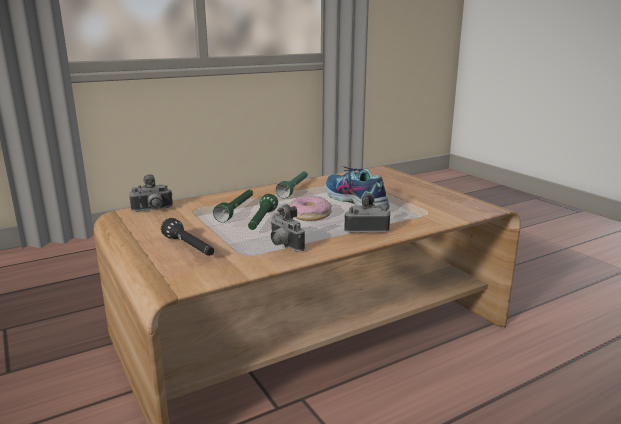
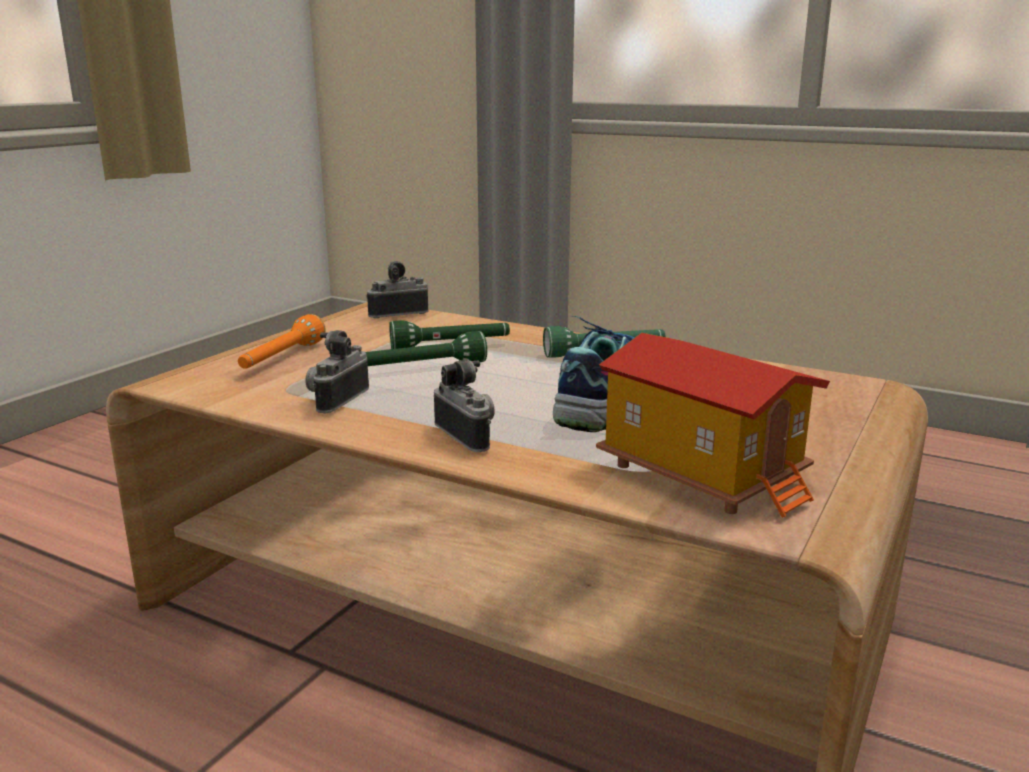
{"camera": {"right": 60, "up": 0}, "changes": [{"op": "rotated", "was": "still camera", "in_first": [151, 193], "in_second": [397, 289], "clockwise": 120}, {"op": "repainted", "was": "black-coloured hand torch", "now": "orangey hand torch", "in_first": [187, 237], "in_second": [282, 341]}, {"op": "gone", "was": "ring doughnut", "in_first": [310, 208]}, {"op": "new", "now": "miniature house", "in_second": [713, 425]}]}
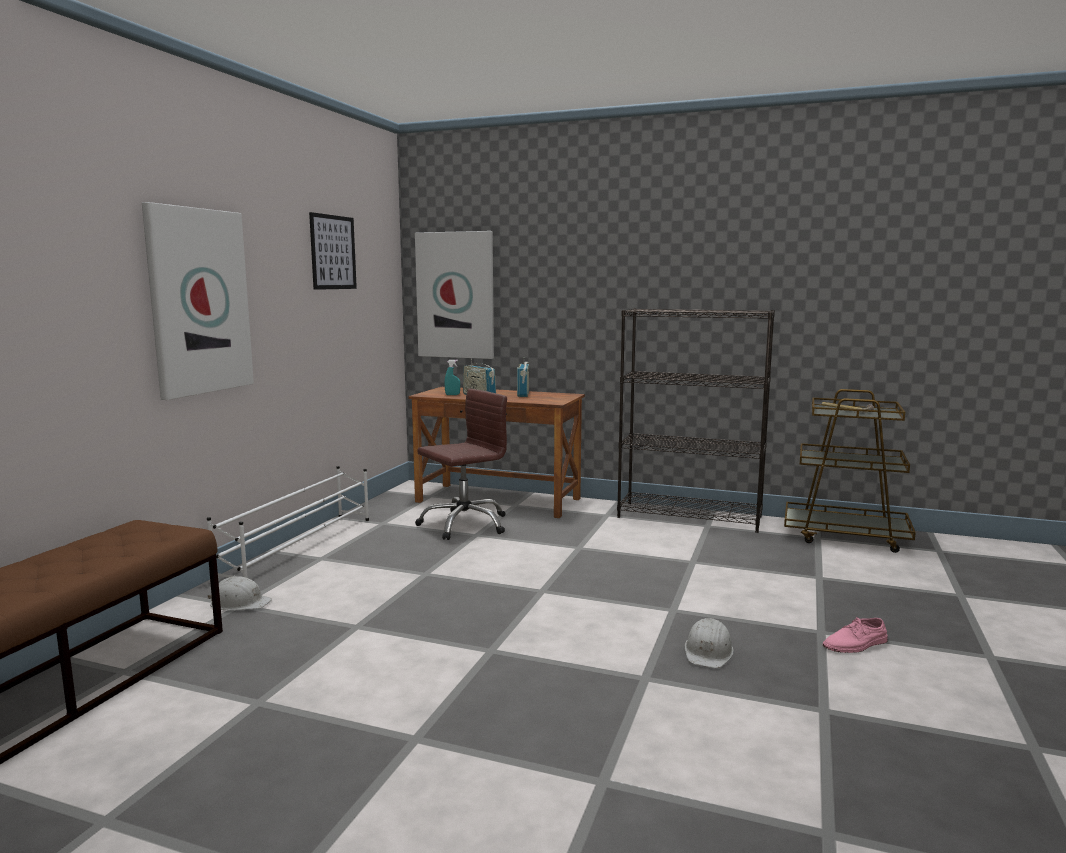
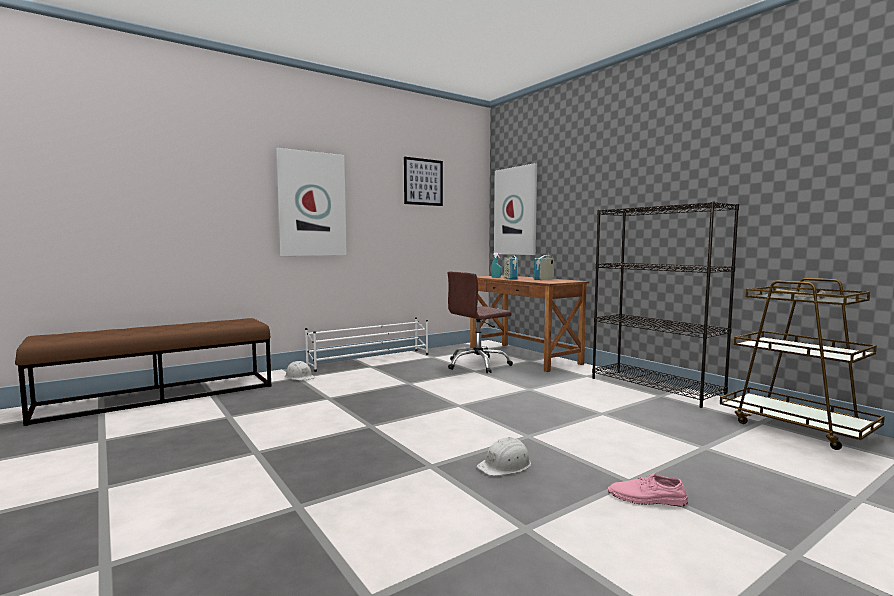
{"camera": {"right": 35, "up": -5}, "changes": [{"op": "rotated", "was": "brown-coloured computer chair", "in_first": [461, 464], "in_second": [480, 322], "clockwise": 150}]}
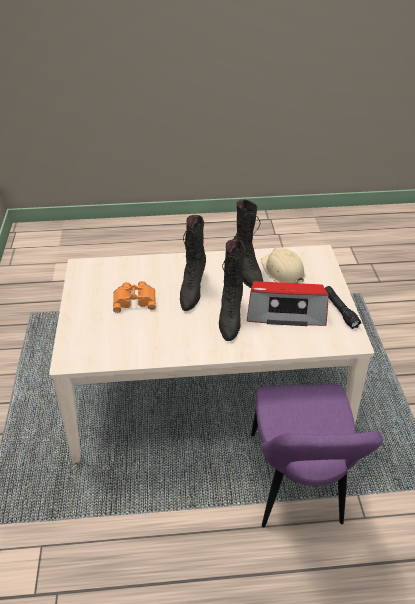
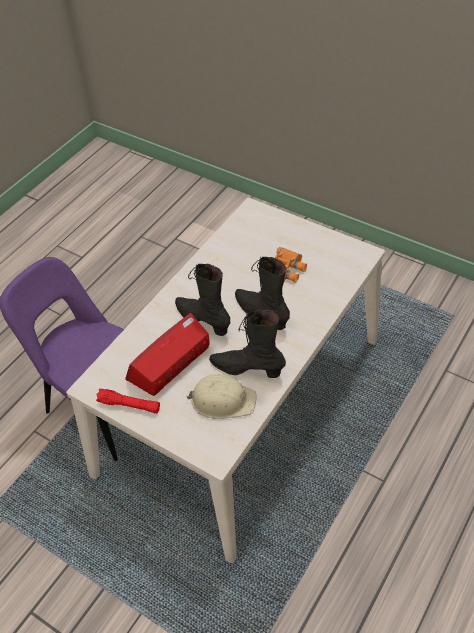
{"camera": {"right": 130, "up": 5}, "changes": [{"op": "repainted", "was": "black-coloured hand torch", "now": "red-coloured hand torch", "in_first": [343, 307], "in_second": [128, 401]}]}
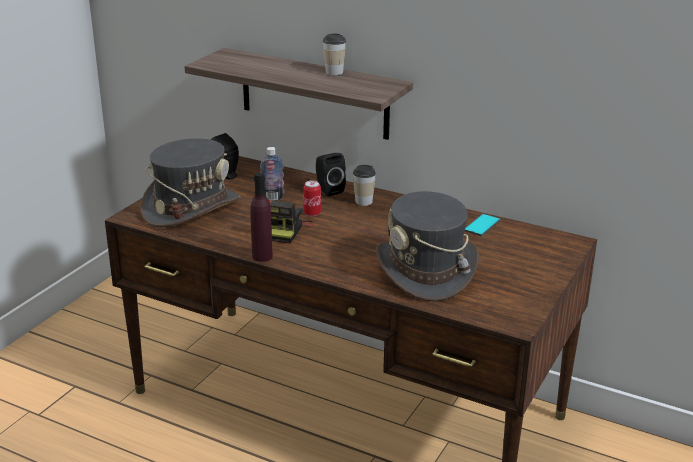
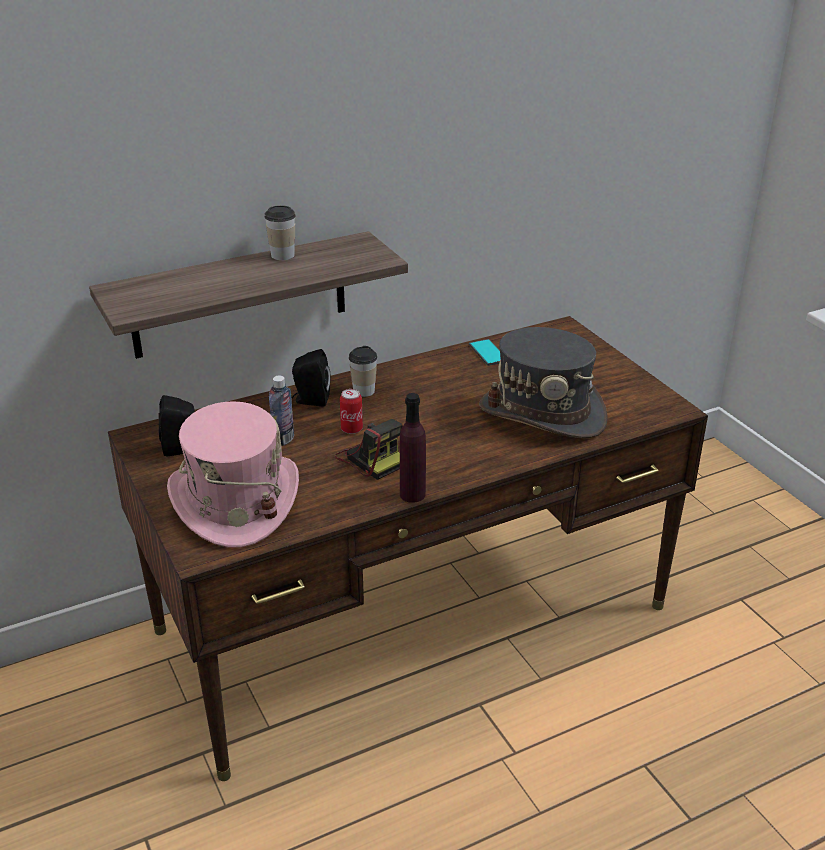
{"camera": {"right": -55, "up": 5}, "changes": [{"op": "repainted", "was": "greyish wearable hat", "now": "pink-coloured wearable hat", "in_first": [190, 182], "in_second": [233, 474]}]}
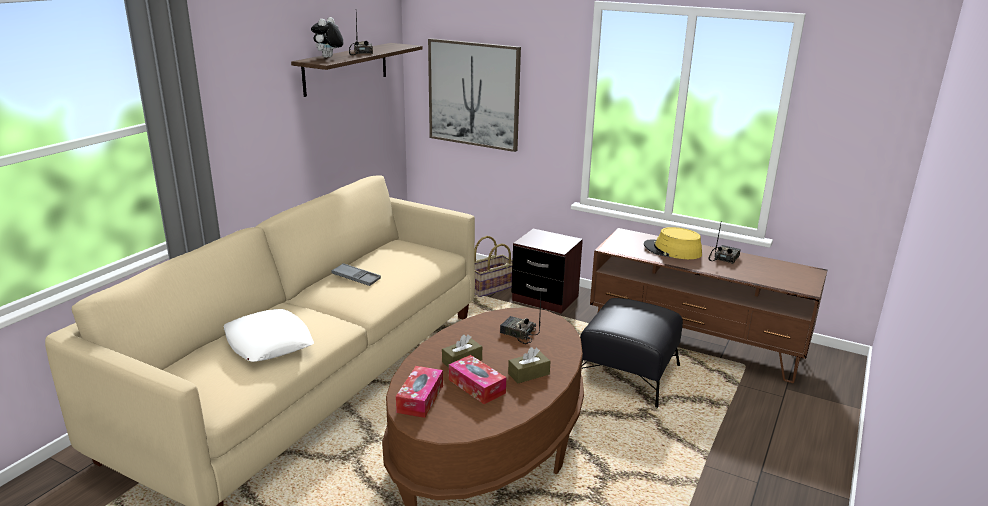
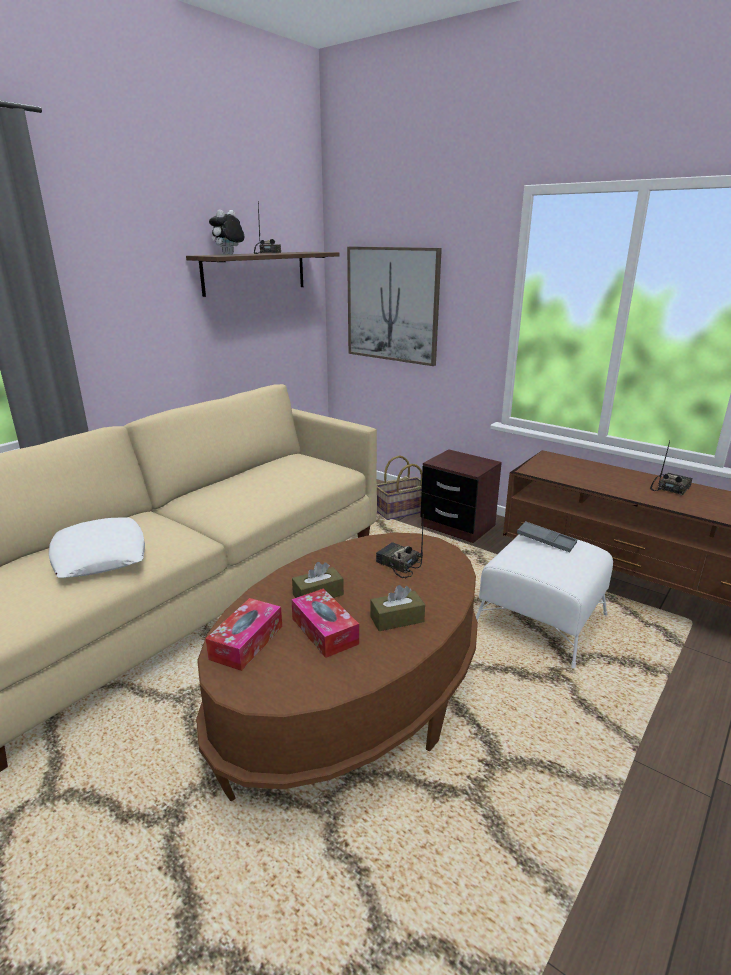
{"camera": {"right": 10, "up": 0}, "changes": [{"op": "shifted", "was": "greyish tray", "in_first": [356, 274], "in_second": [547, 536]}, {"op": "repainted", "was": "black-coloured ottoman", "now": "white ottoman", "in_first": [631, 353], "in_second": [544, 601]}, {"op": "gone", "was": "yellow wearable hat", "in_first": [673, 243]}]}
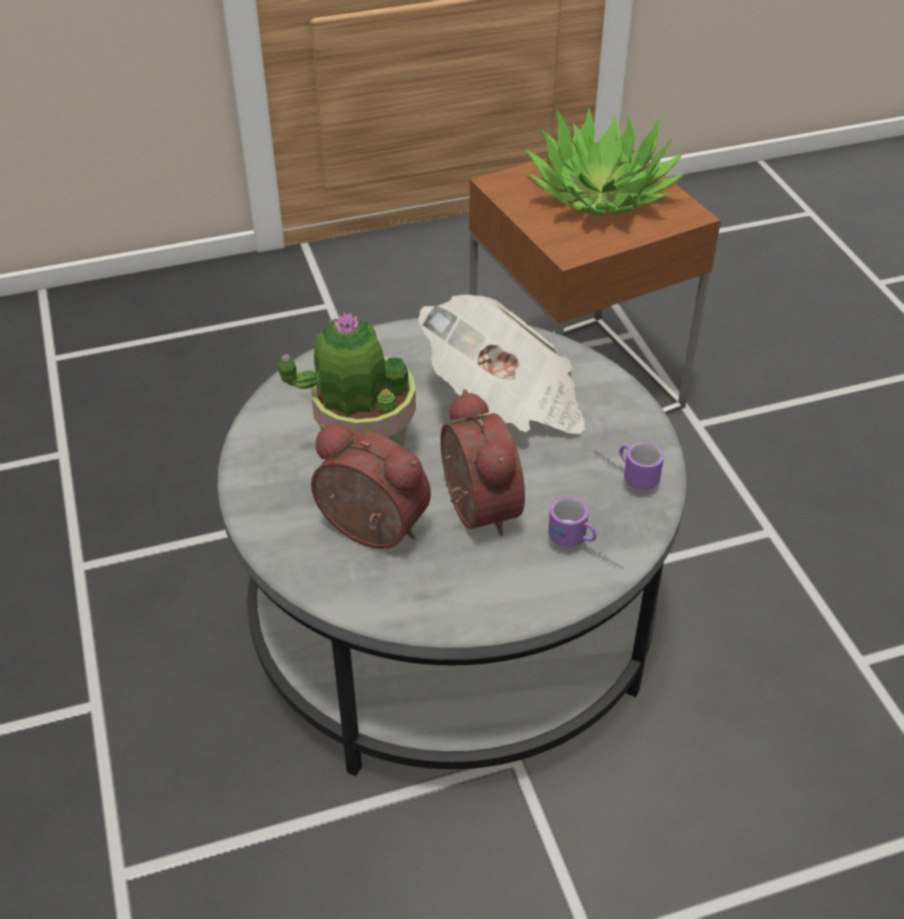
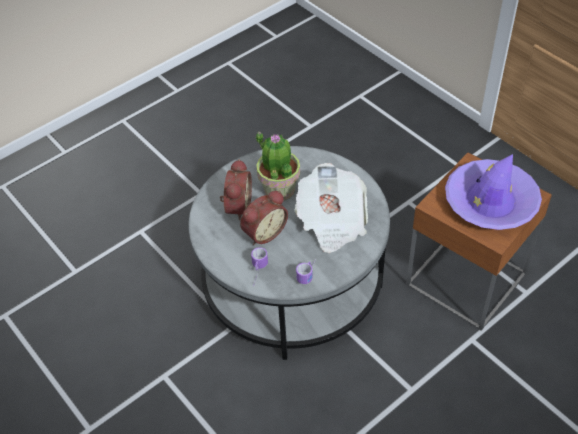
{"camera": {"right": 70, "up": 5}, "changes": [{"op": "swapped", "was": "potted plant", "now": "purplish wearable hat", "in_first": [605, 162], "in_second": [493, 192]}]}
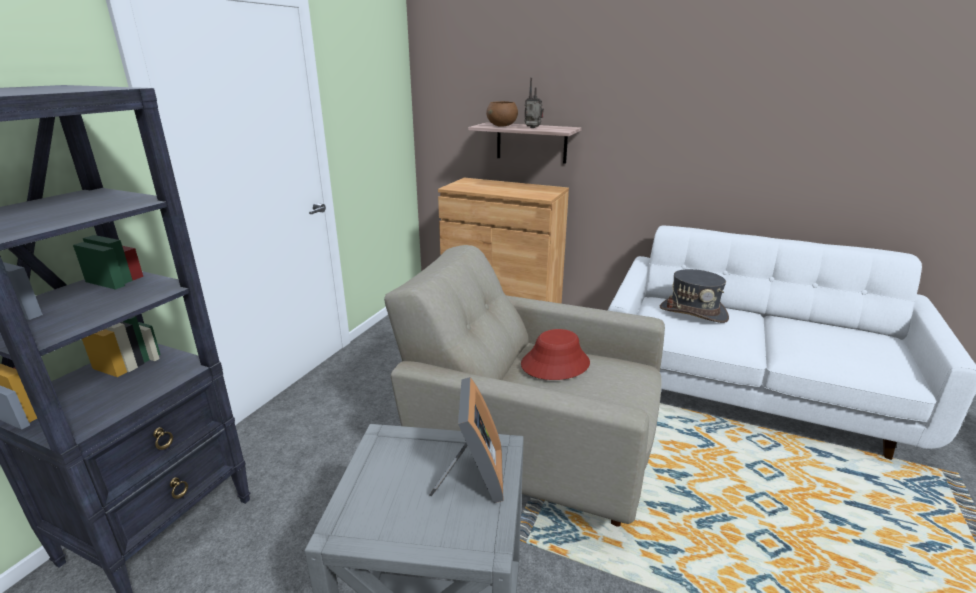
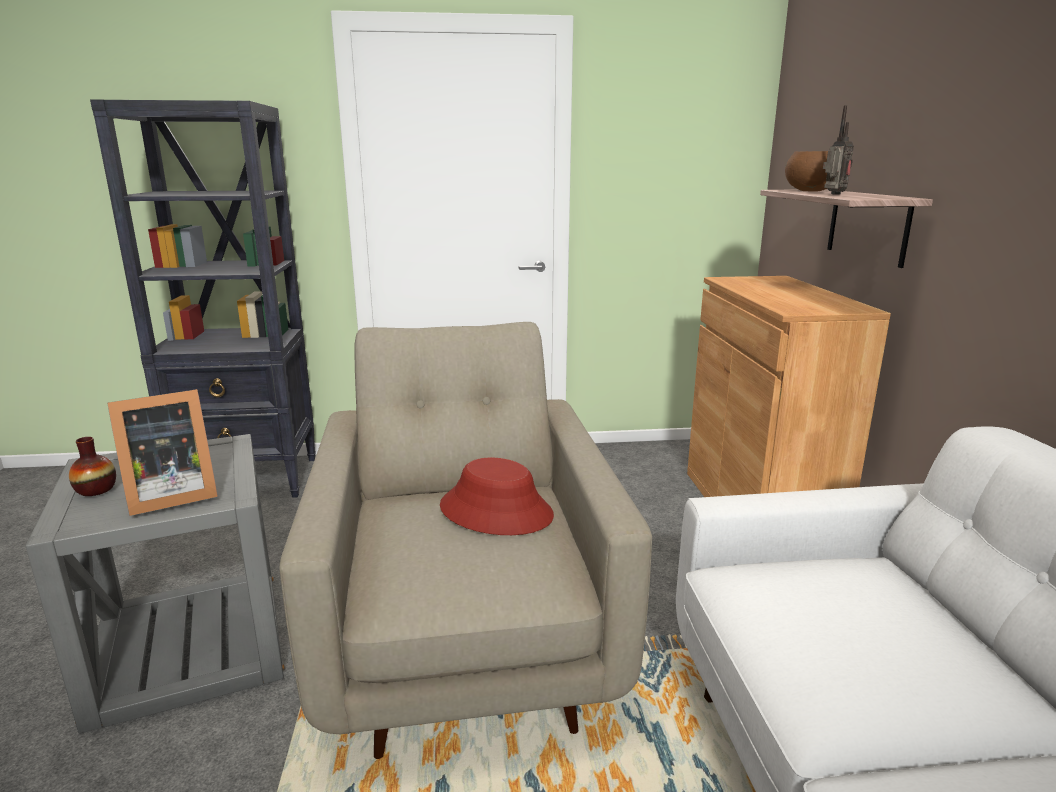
{"camera": {"right": 60, "up": -5}, "changes": [{"op": "gone", "was": "greyish wearable hat", "in_first": [694, 296]}, {"op": "new", "now": "vase", "in_second": [92, 466]}]}
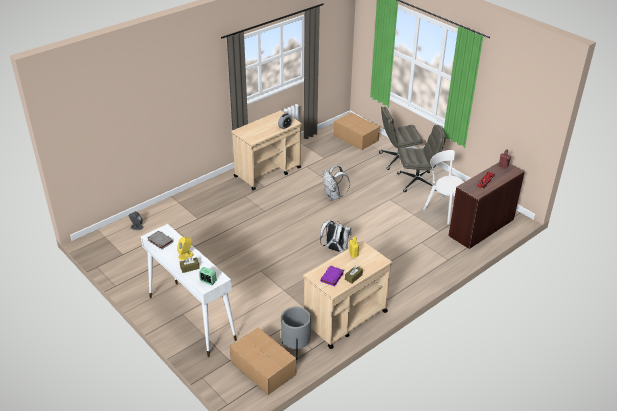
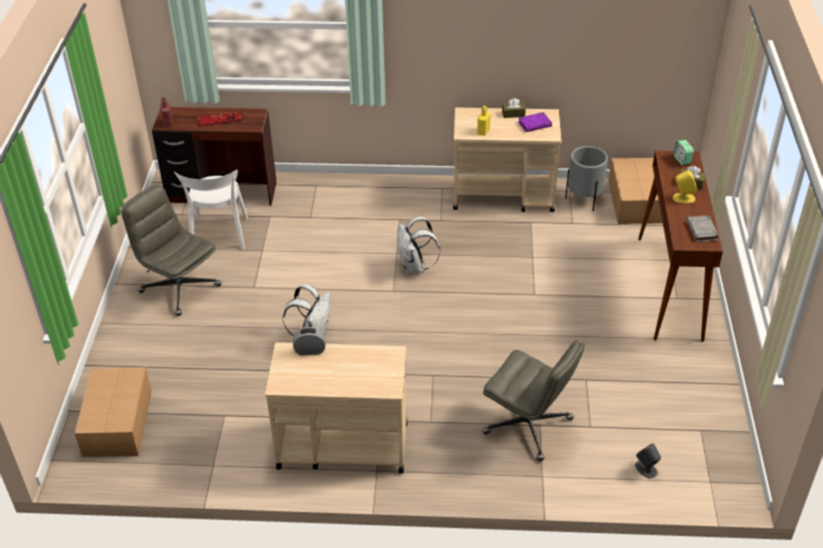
{"camera": {"right": -135, "up": 5}, "changes": [{"op": "repainted", "was": "white hall table", "now": "brown-coloured hall table", "in_first": [189, 290], "in_second": [680, 246]}, {"op": "shifted", "was": "greyish computer chair", "in_first": [400, 138], "in_second": [534, 400]}]}
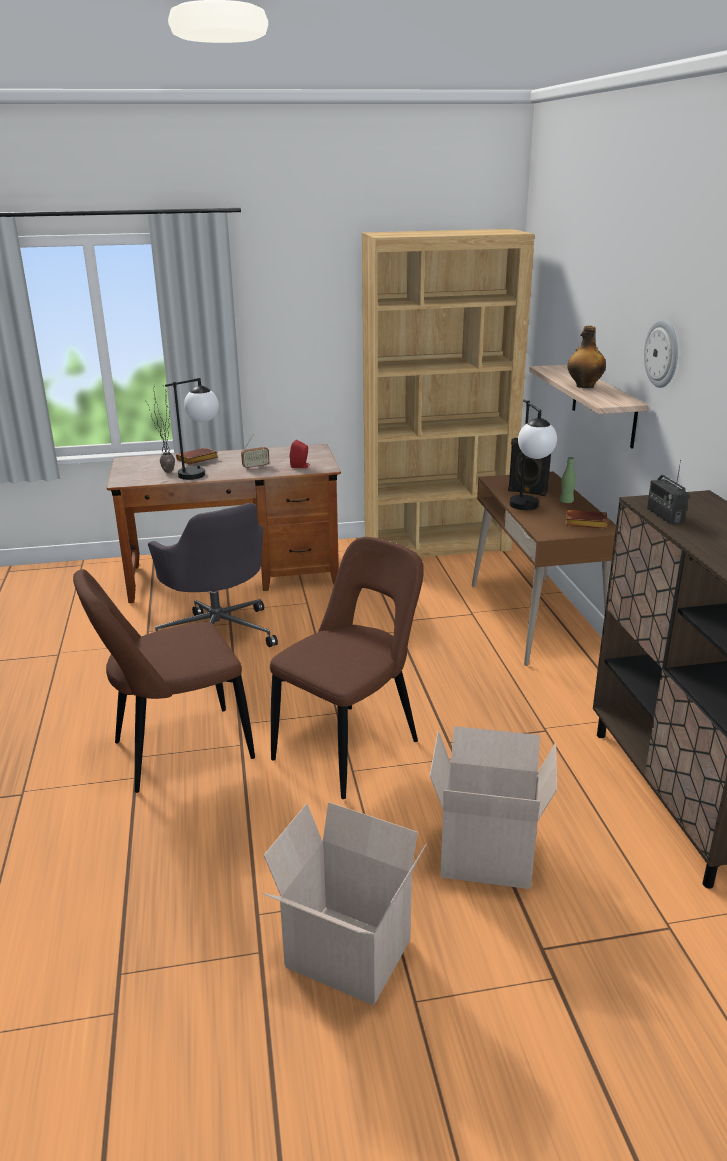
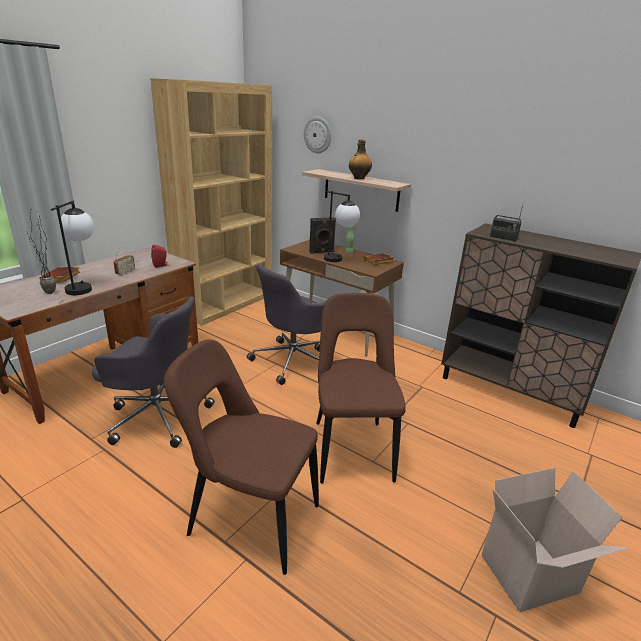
{"camera": {"right": -45, "up": 0}, "changes": [{"op": "rotated", "was": "brown-coloured chair", "in_first": [164, 681], "in_second": [241, 457], "clockwise": 90}, {"op": "gone", "was": "packing box", "in_first": [493, 807]}, {"op": "shifted", "was": "clock on the wall", "in_first": [661, 353], "in_second": [317, 135]}, {"op": "new", "now": "greyish computer chair", "in_second": [286, 324]}]}
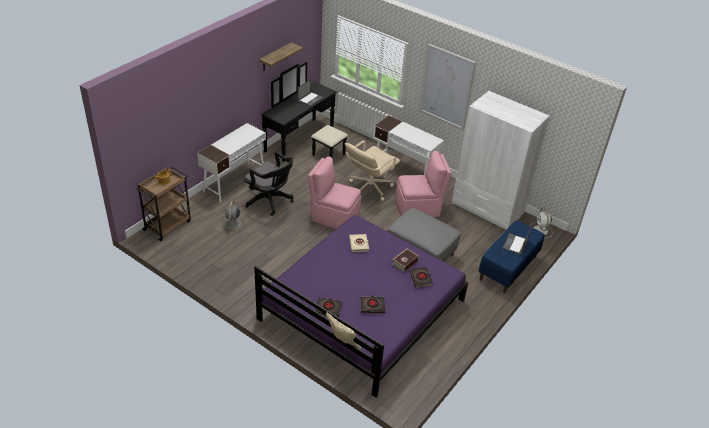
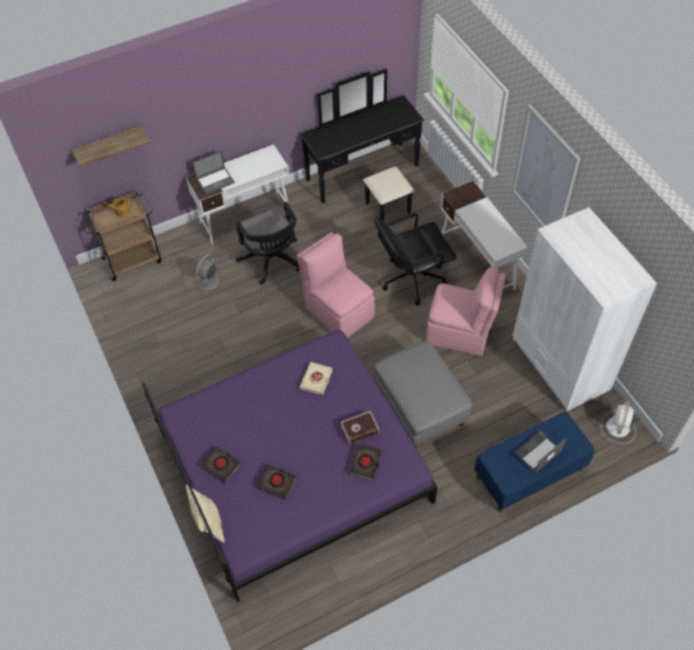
{"camera": {"right": 30, "up": 15}, "changes": [{"op": "shifted", "was": "wall shelf", "in_first": [281, 56], "in_second": [111, 146]}, {"op": "shifted", "was": "portable computer", "in_first": [310, 93], "in_second": [213, 173]}, {"op": "repainted", "was": "beige-coloured computer chair", "now": "black-coloured computer chair", "in_first": [372, 170], "in_second": [415, 259]}]}
